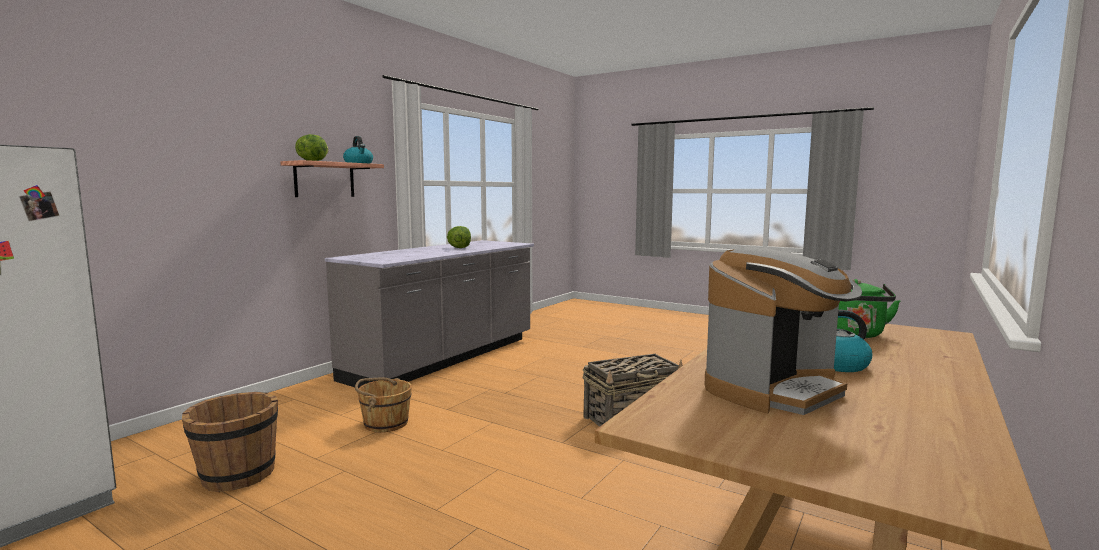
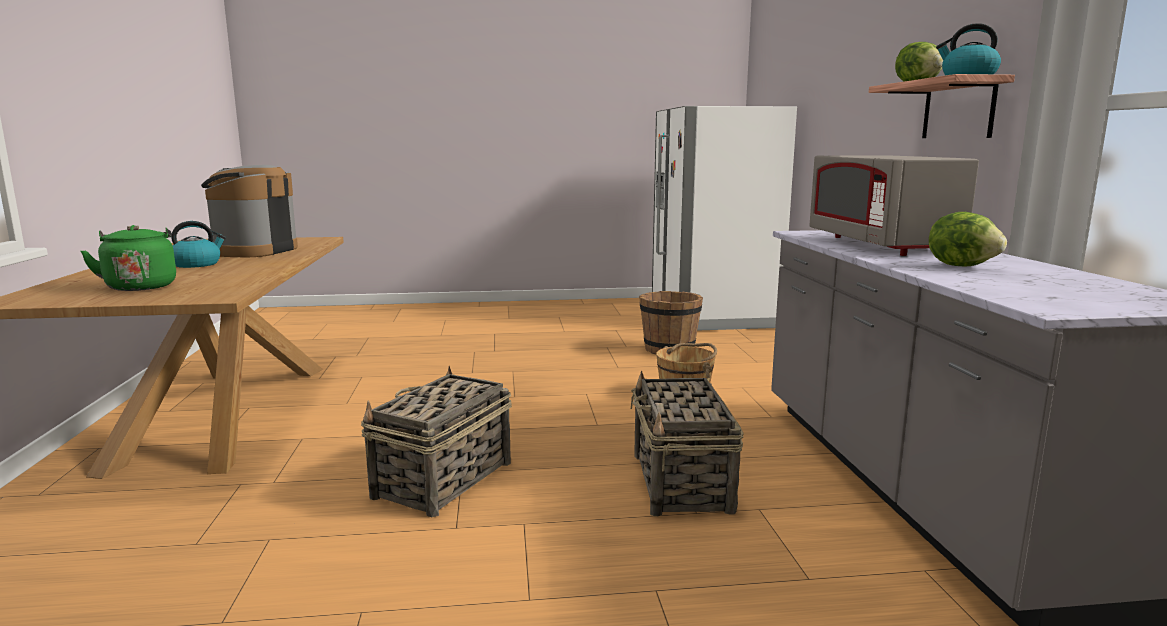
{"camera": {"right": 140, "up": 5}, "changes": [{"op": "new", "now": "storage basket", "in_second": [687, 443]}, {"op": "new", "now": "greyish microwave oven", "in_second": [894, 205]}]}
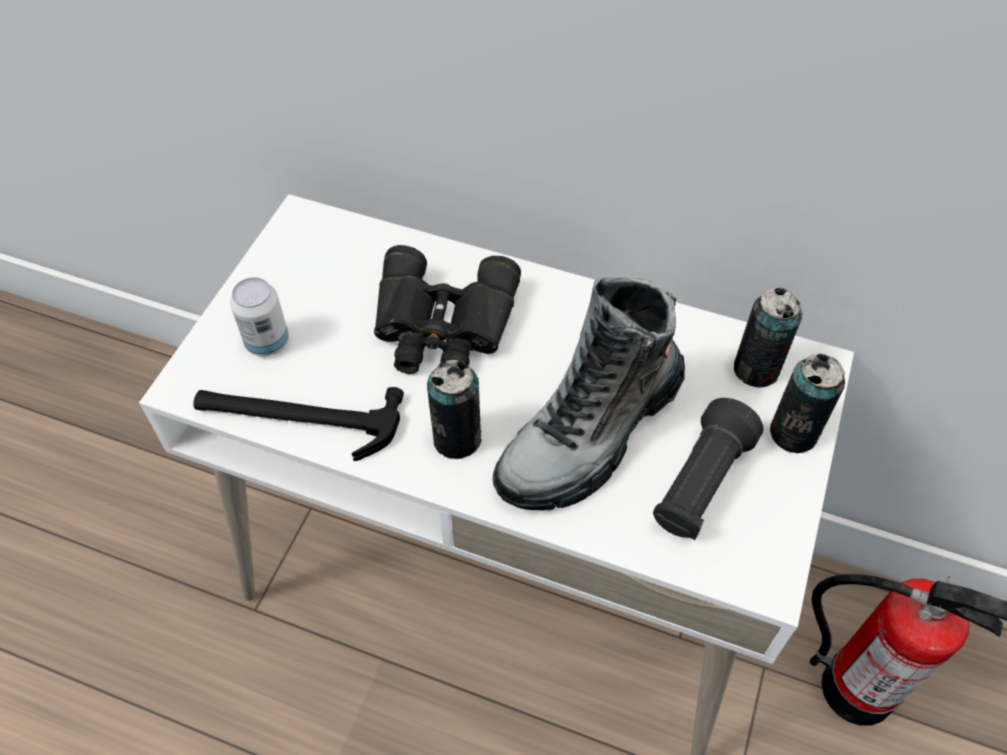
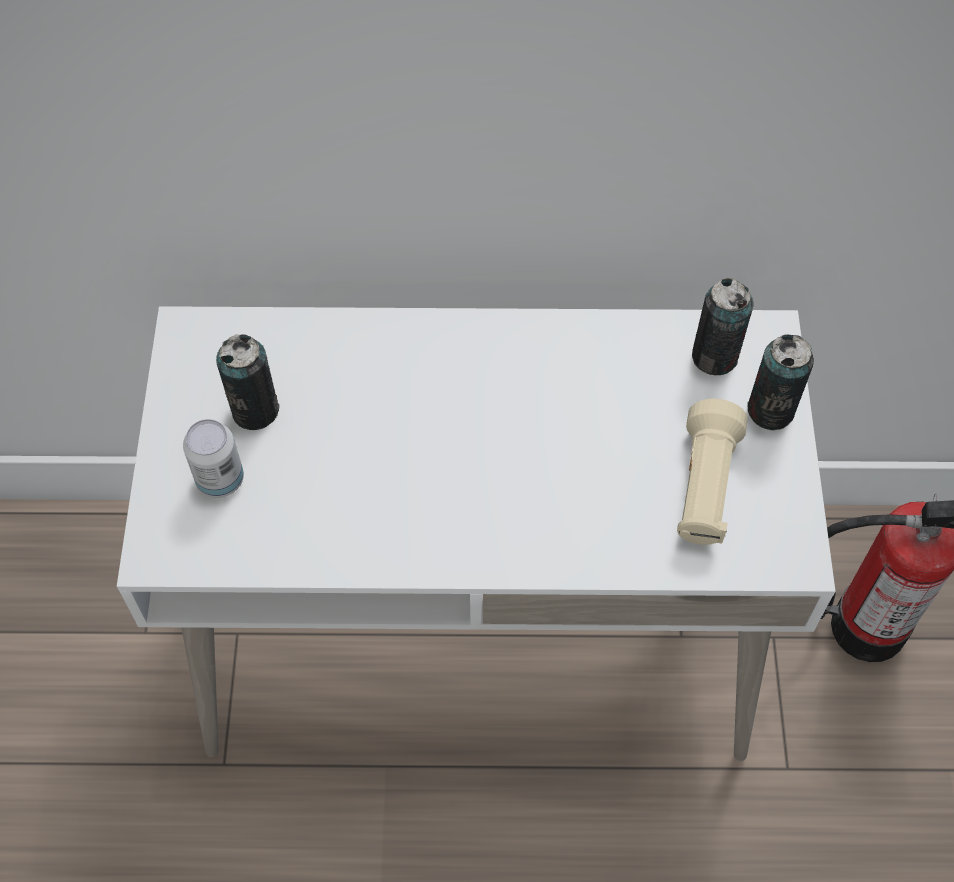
{"camera": {"right": -20, "up": 5}, "changes": [{"op": "gone", "was": "hammer", "in_first": [298, 424]}, {"op": "gone", "was": "black-coloured pair of binoculars", "in_first": [447, 309]}, {"op": "shifted", "was": "can", "in_first": [454, 409], "in_second": [248, 382]}, {"op": "gone", "was": "boot", "in_first": [589, 394]}, {"op": "repainted", "was": "black-coloured hand torch", "now": "beige-coloured hand torch", "in_first": [708, 469], "in_second": [712, 472]}]}
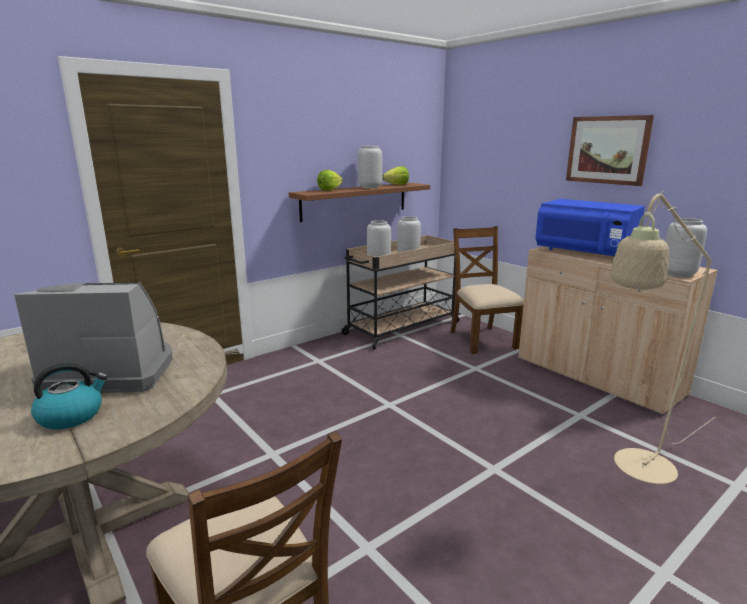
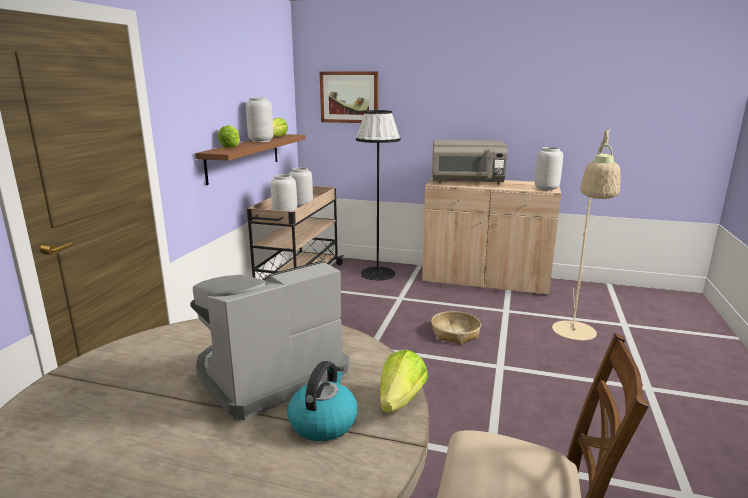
{"camera": {"right": -35, "up": 0}, "changes": [{"op": "swapped", "was": "brown-coloured chair", "now": "black-coloured standing lamp", "in_first": [487, 290], "in_second": [378, 195]}, {"op": "repainted", "was": "blue-coloured microwave oven", "now": "greyish microwave oven", "in_first": [590, 227], "in_second": [469, 162]}, {"op": "shifted", "was": "wall art", "in_first": [610, 150], "in_second": [349, 97]}, {"op": "new", "now": "lettuce head", "in_second": [404, 381]}, {"op": "new", "now": "storage basket", "in_second": [456, 328]}]}
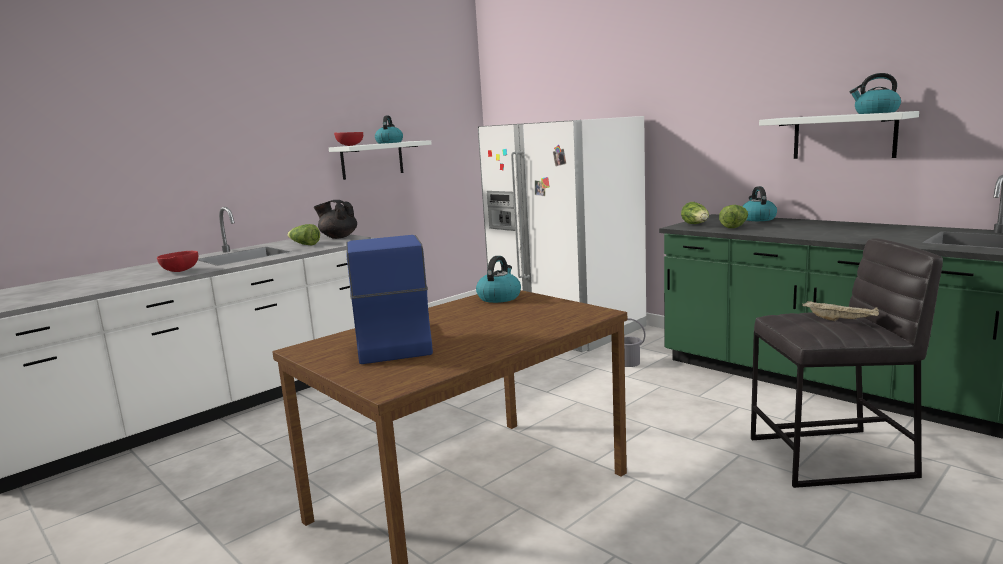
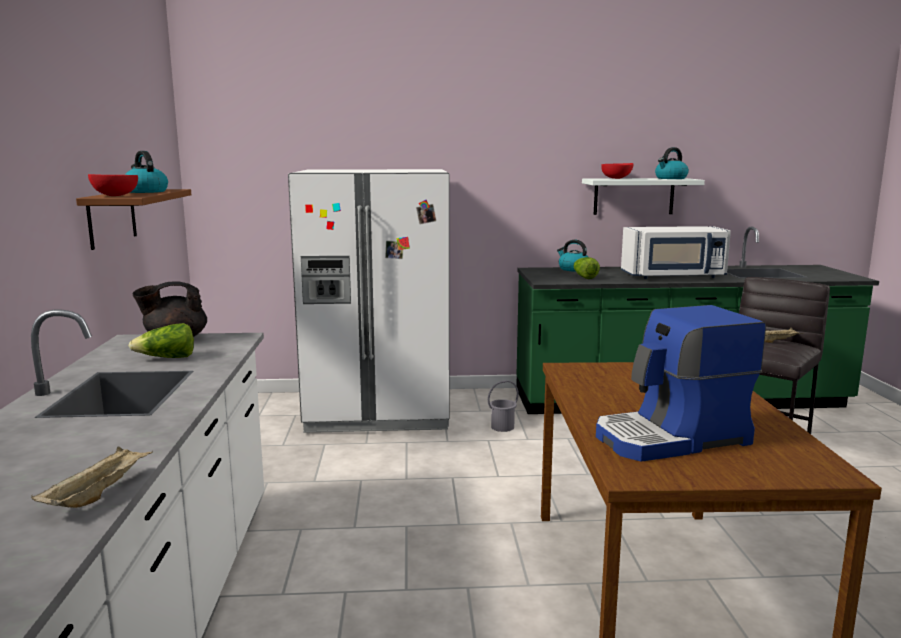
{"camera": {"right": -50, "up": 0}, "changes": [{"op": "shifted", "was": "red-coloured deep dish", "in_first": [177, 261], "in_second": [617, 171]}, {"op": "repainted", "was": "white wall shelf", "now": "brown-coloured wall shelf", "in_first": [380, 160], "in_second": [133, 219]}, {"op": "rotated", "was": "coffee maker", "in_first": [389, 299], "in_second": [681, 383], "clockwise": -45}, {"op": "gone", "was": "water kettle", "in_first": [498, 279]}, {"op": "gone", "was": "lettuce head", "in_first": [695, 213]}, {"op": "new", "now": "beige-coloured tray", "in_second": [92, 477]}, {"op": "new", "now": "white microwave oven", "in_second": [676, 252]}]}
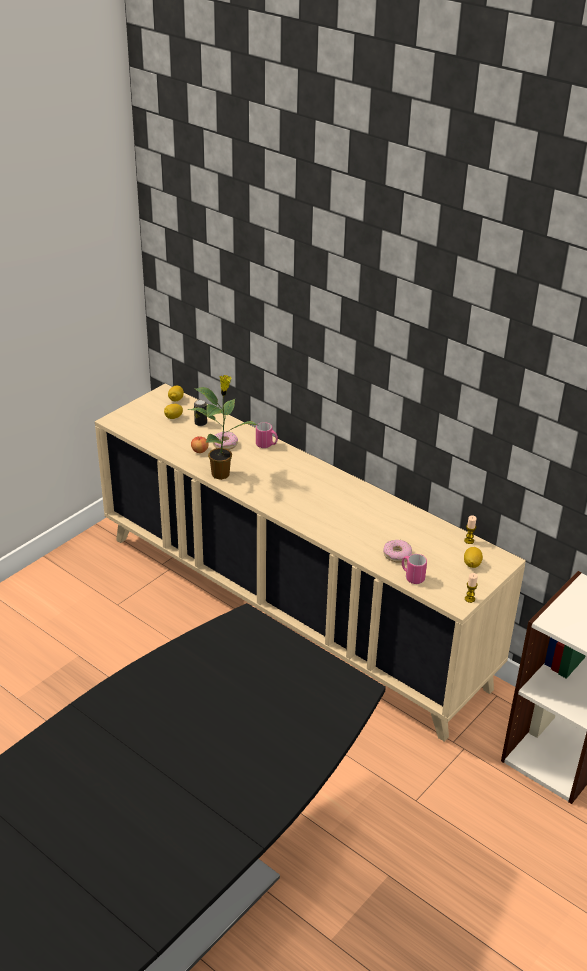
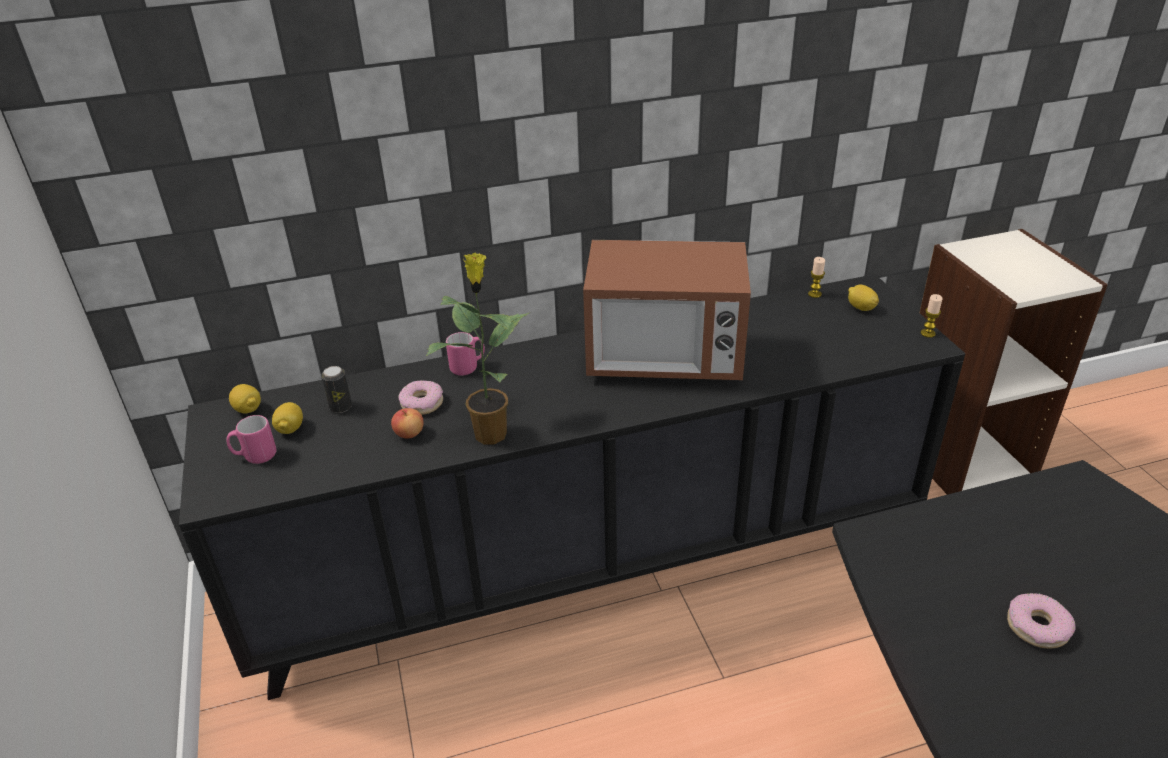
{"camera": {"right": -55, "up": 0}, "changes": [{"op": "repainted", "was": "beige-coloured cupboard", "now": "black-coloured cupboard", "in_first": [310, 563], "in_second": [572, 487]}, {"op": "shifted", "was": "ring doughnut", "in_first": [397, 551], "in_second": [1041, 621]}, {"op": "shifted", "was": "pink-coloured mug", "in_first": [414, 569], "in_second": [251, 439]}, {"op": "new", "now": "microwave oven", "in_second": [667, 310]}]}
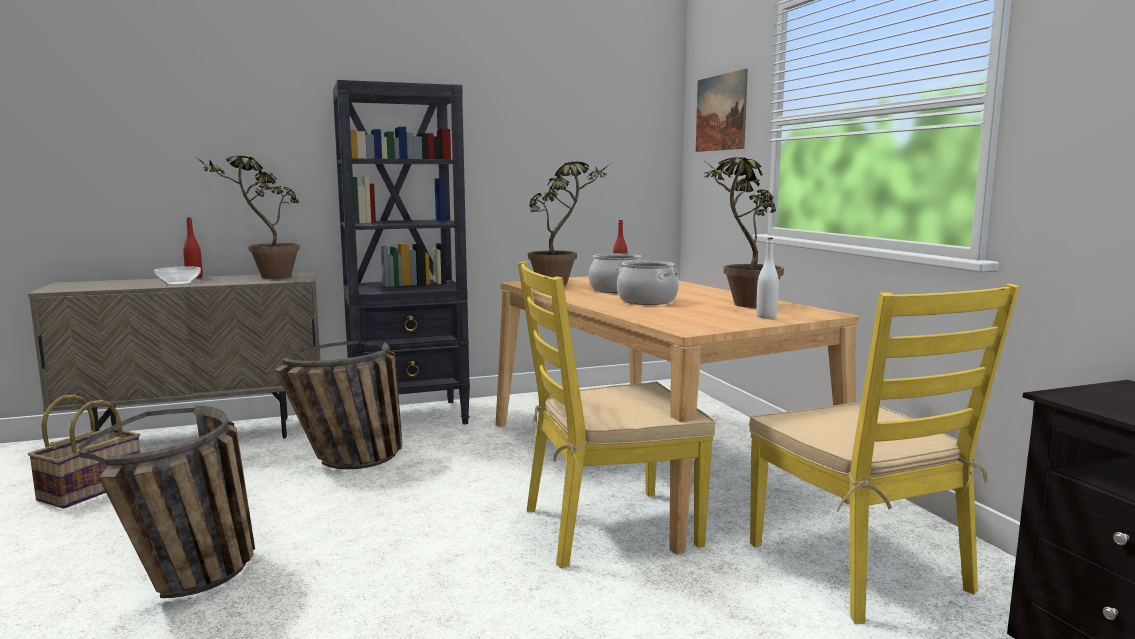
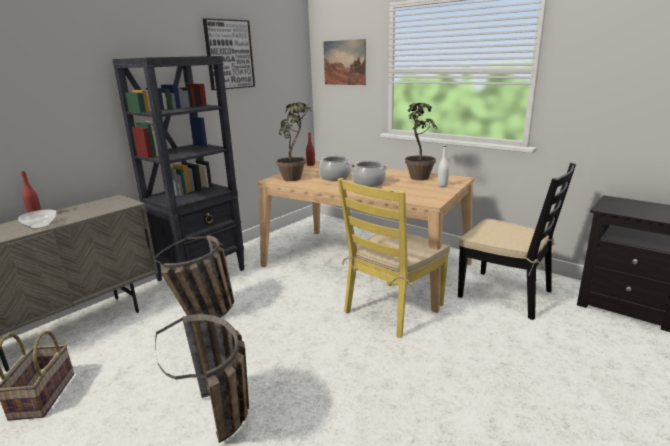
{"camera": {"right": -30, "up": 10}, "changes": [{"op": "gone", "was": "potted plant", "in_first": [247, 217]}, {"op": "repainted", "was": "yellow chair", "now": "black-coloured chair", "in_first": [884, 454], "in_second": [517, 241]}, {"op": "new", "now": "wall art", "in_second": [229, 54]}]}
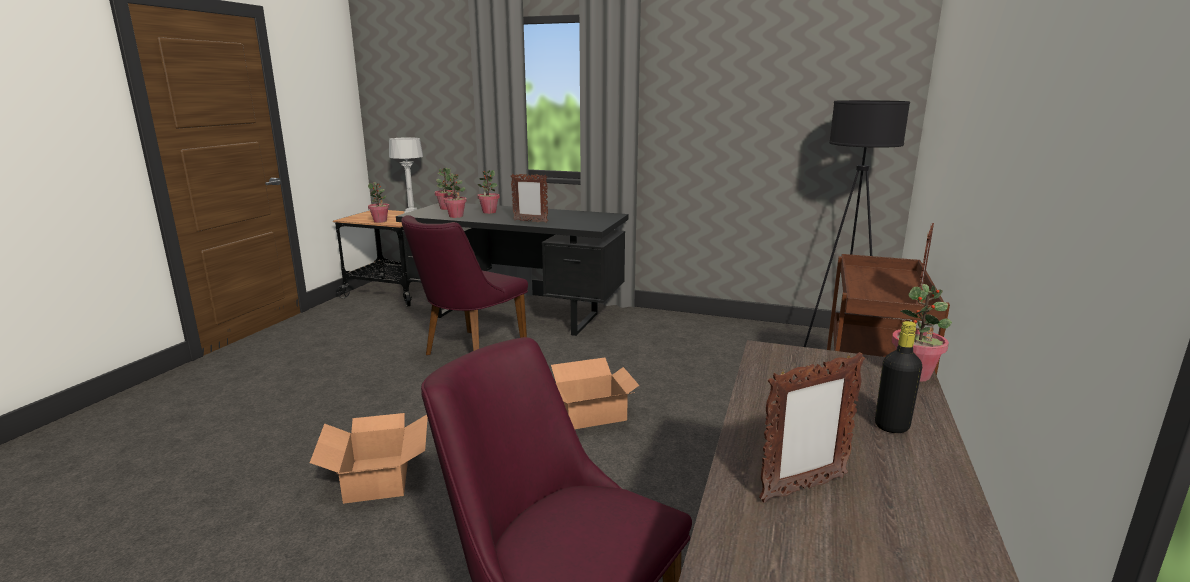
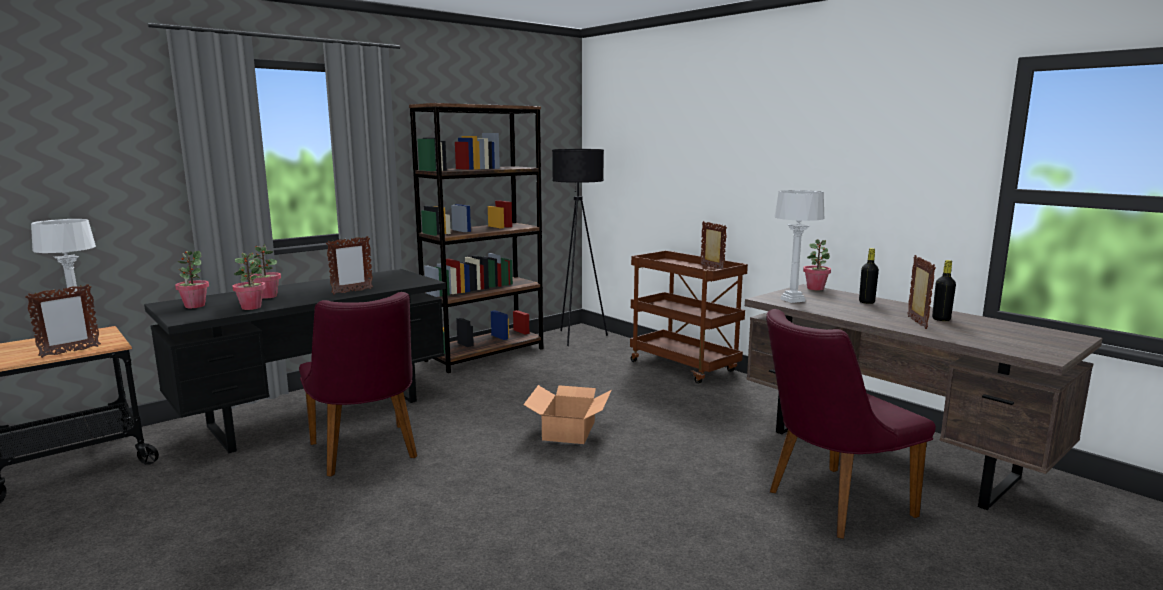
{"camera": {"right": -60, "up": -5}, "changes": [{"op": "gone", "was": "packing box", "in_first": [369, 458]}, {"op": "swapped", "was": "potted plant", "now": "standing frame", "in_first": [379, 202], "in_second": [63, 321]}, {"op": "new", "now": "brown-coloured shelving unit", "in_second": [476, 238]}, {"op": "new", "now": "greyish table lamp", "in_second": [799, 246]}, {"op": "new", "now": "black-coloured bottle", "in_second": [944, 290]}]}
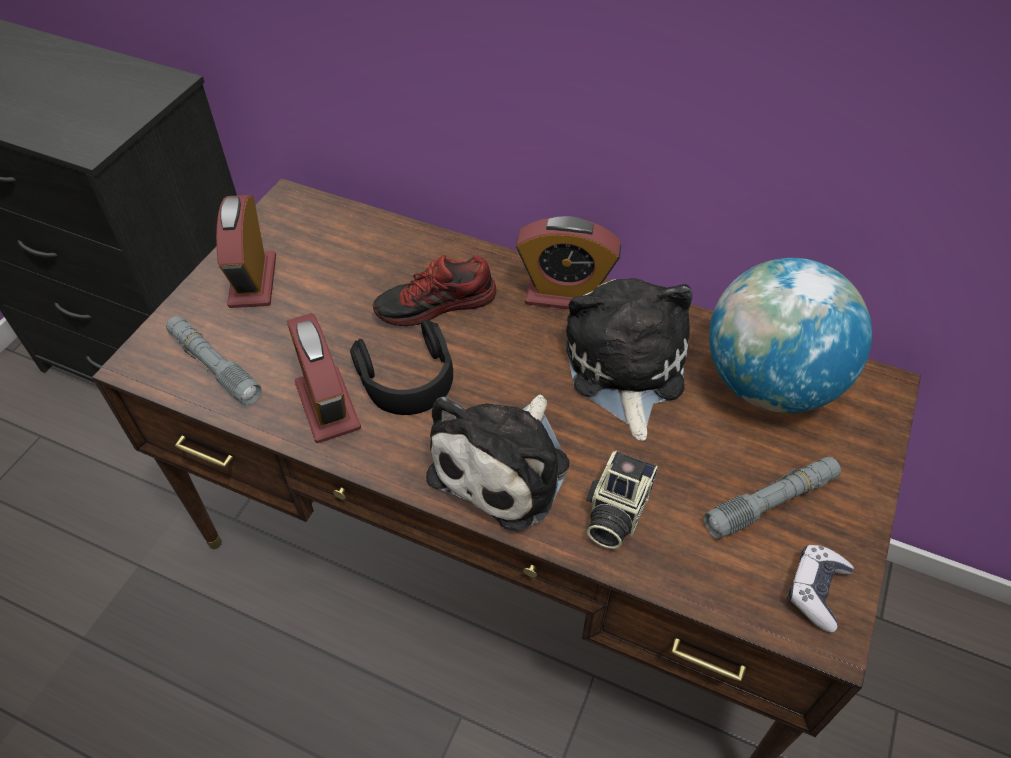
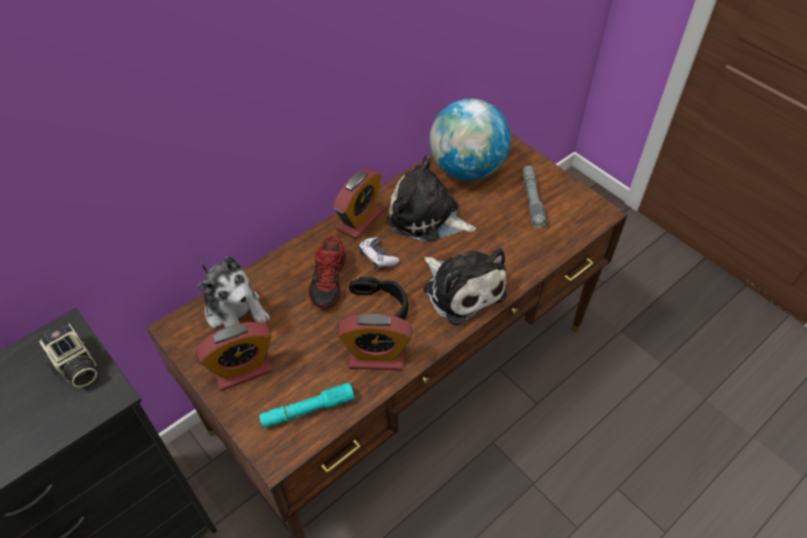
{"camera": {"right": -65, "up": 0}, "changes": [{"op": "repainted", "was": "greyish hand torch", "now": "turquoise-coloured hand torch", "in_first": [214, 360], "in_second": [306, 405]}, {"op": "rotated", "was": "table clock", "in_first": [246, 251], "in_second": [234, 356], "clockwise": -45}, {"op": "shifted", "was": "still camera", "in_first": [622, 500], "in_second": [68, 355]}, {"op": "shifted", "was": "gamepad", "in_first": [820, 588], "in_second": [379, 253]}, {"op": "new", "now": "plush toy", "in_second": [234, 292]}]}
